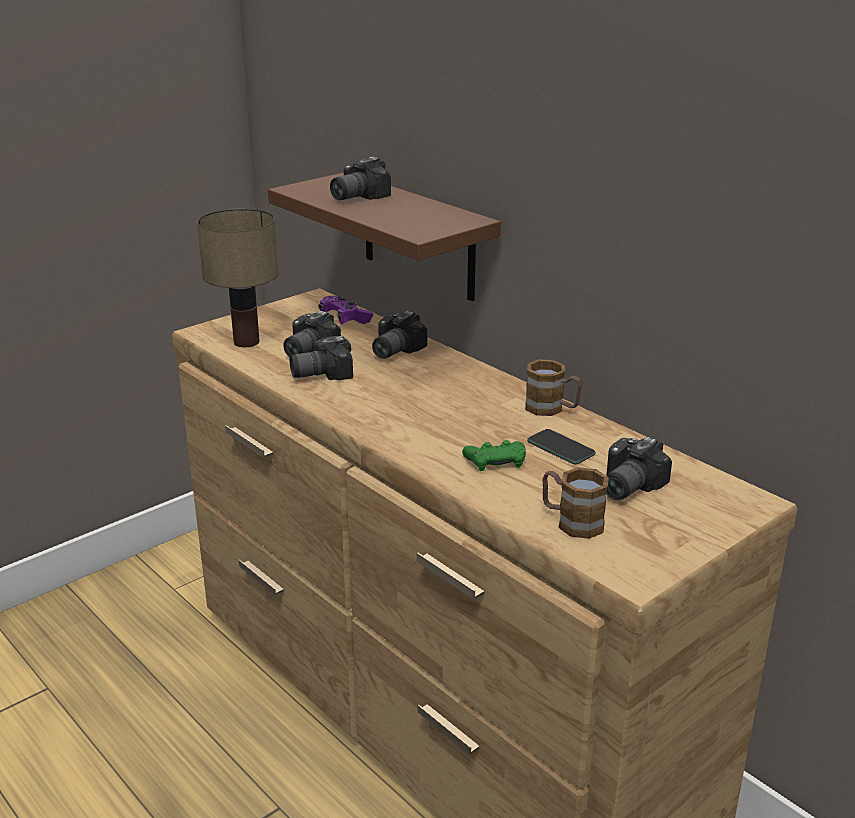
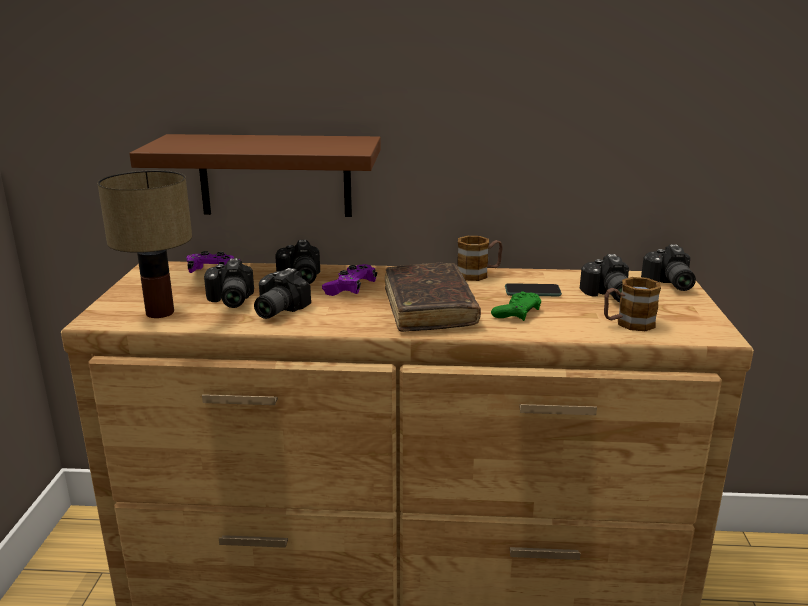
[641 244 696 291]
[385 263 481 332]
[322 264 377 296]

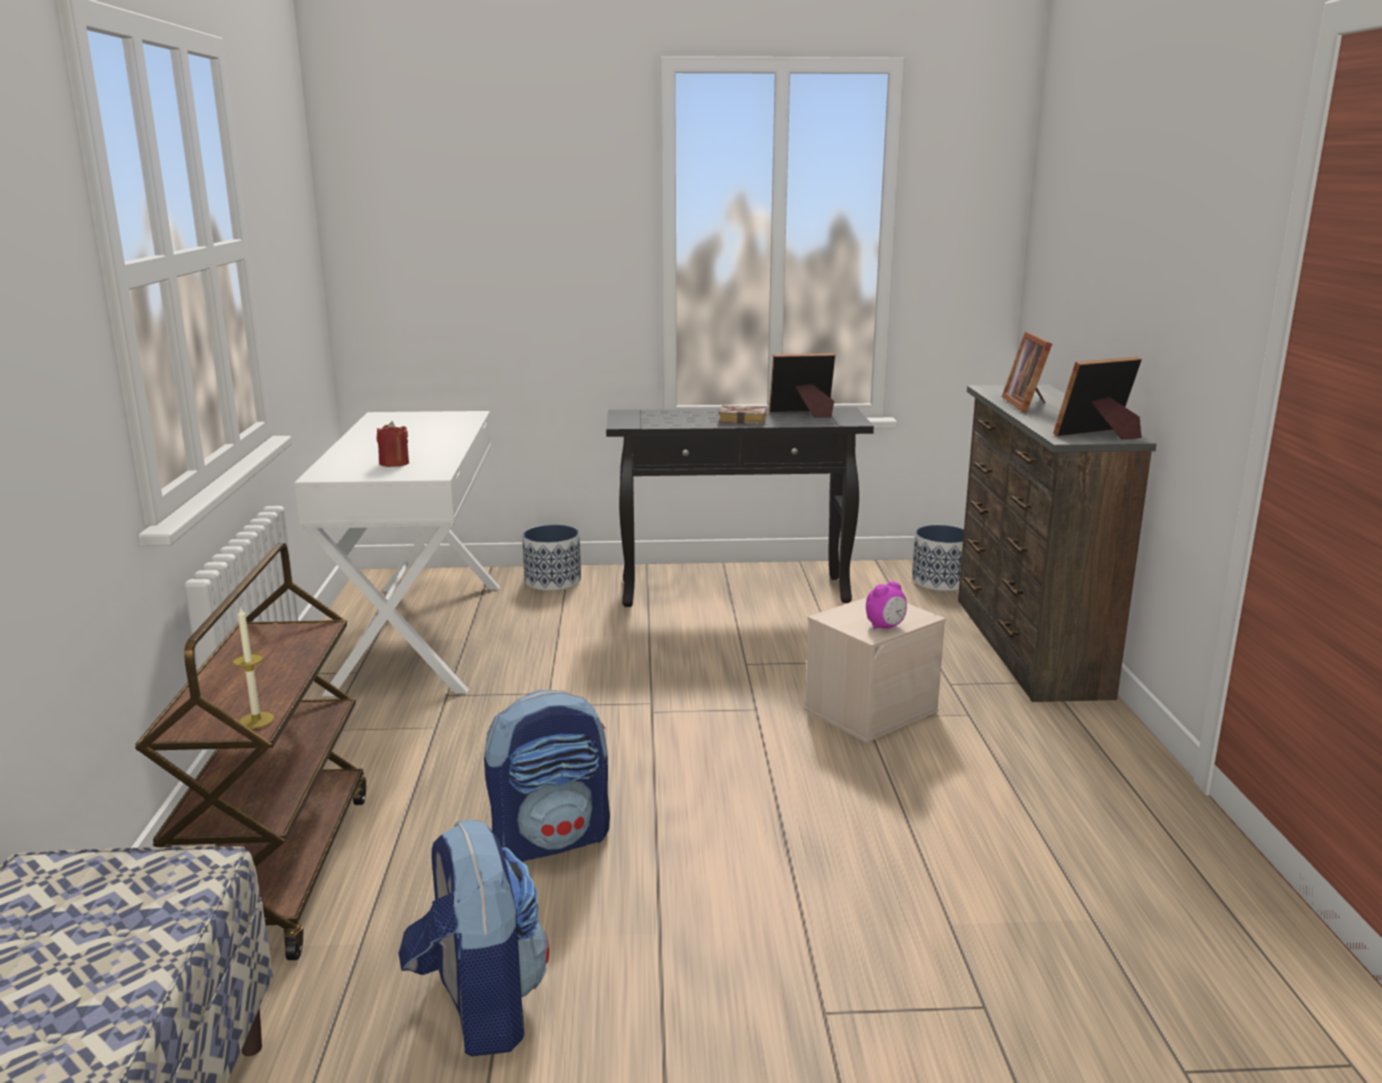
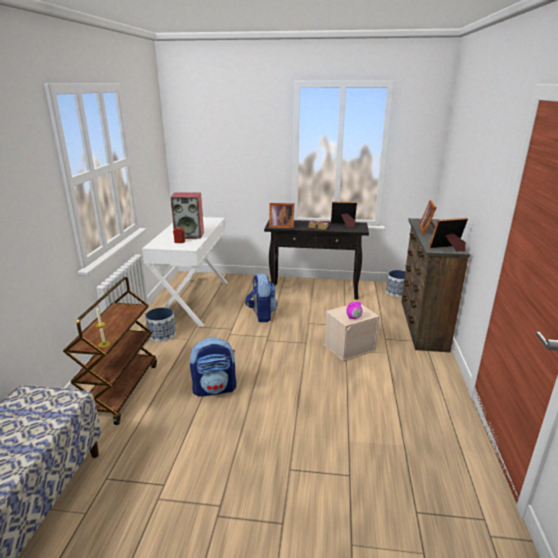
[145 308 176 342]
[245 273 277 322]
[170 192 204 239]
[269 203 294 228]

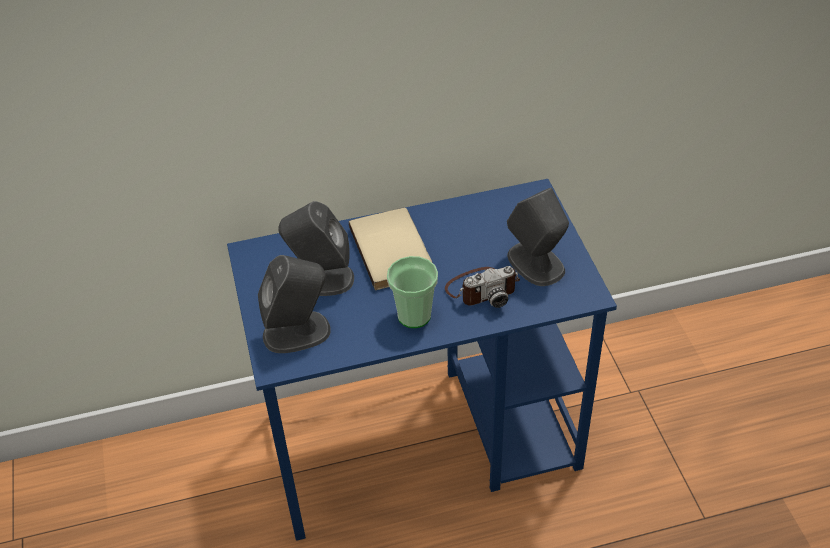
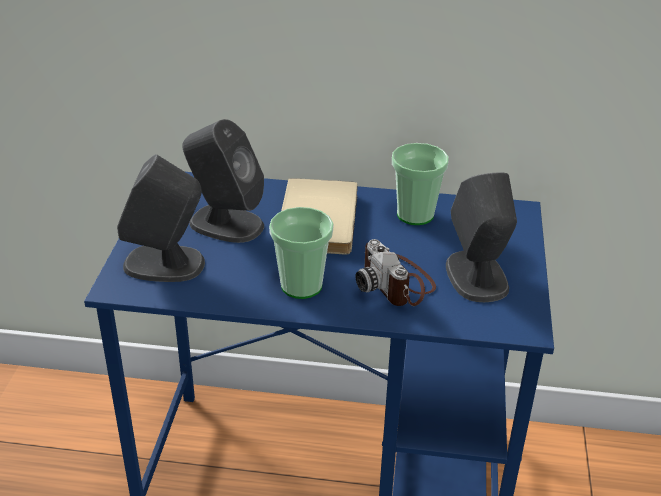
[356 239 436 306]
[392 143 449 225]

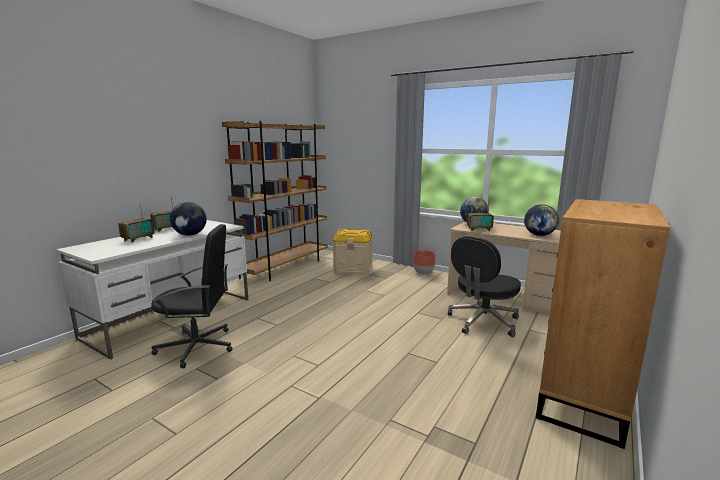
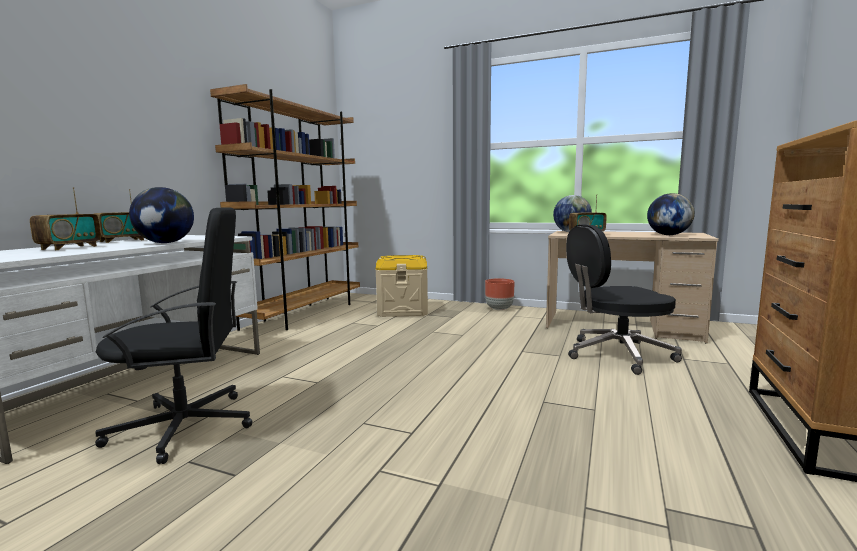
[566 224 682 375]

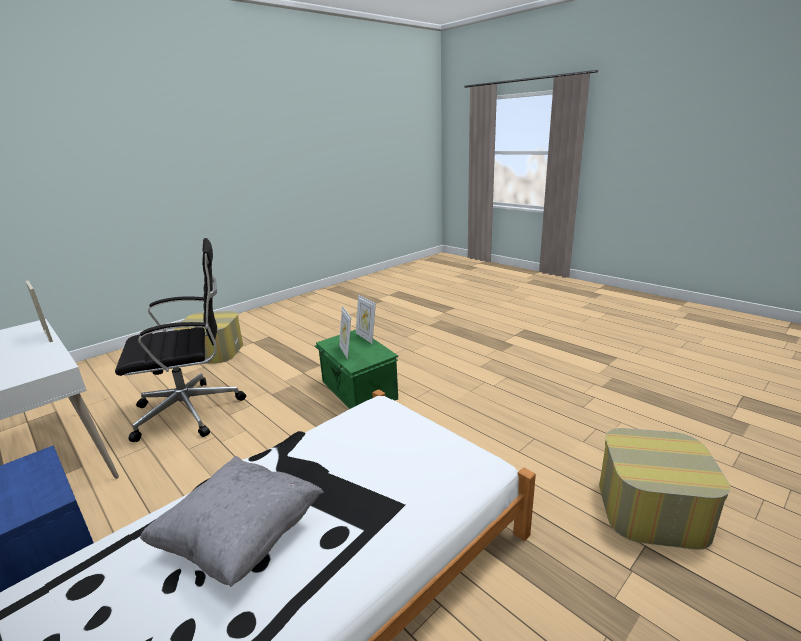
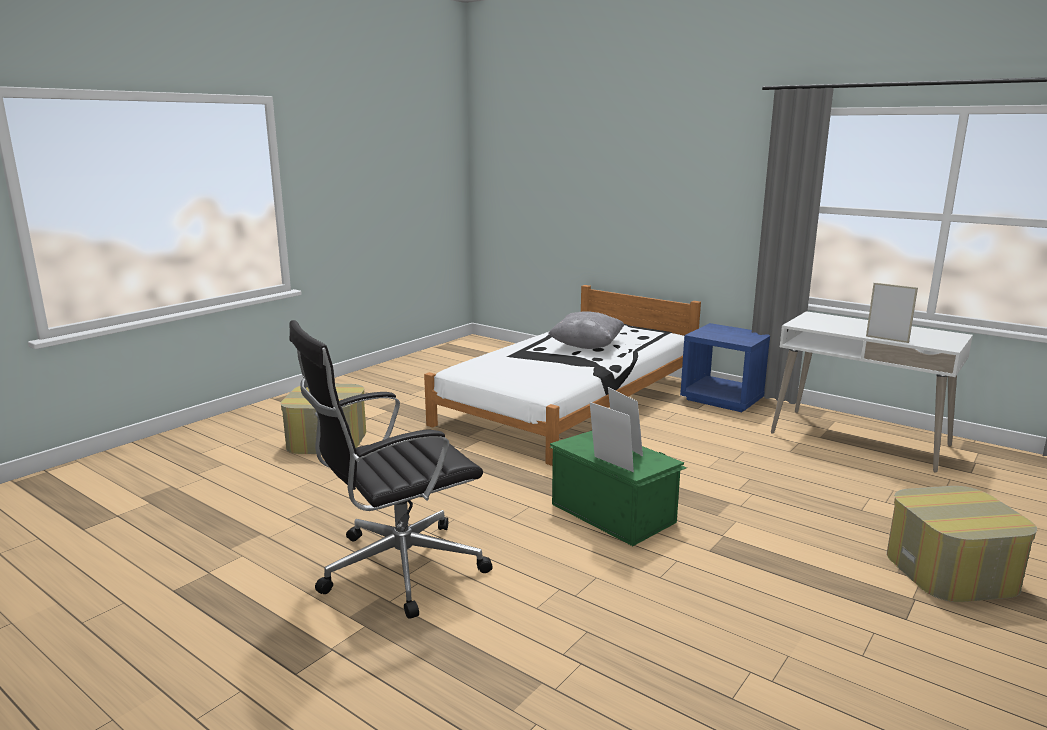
[289 320 493 619]

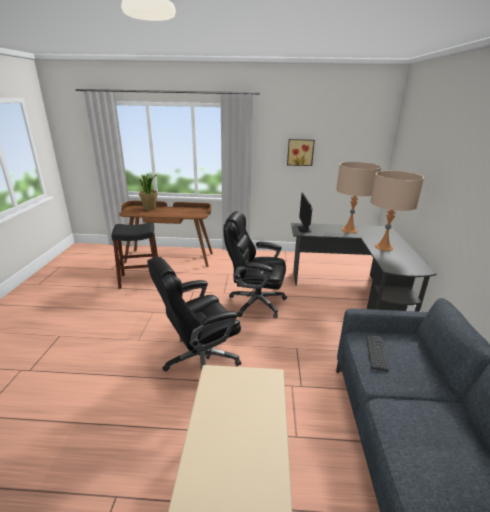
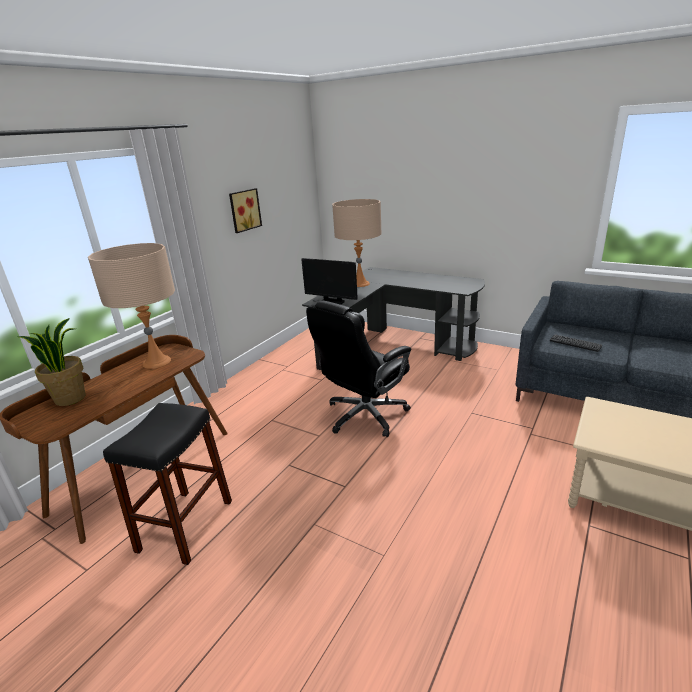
[88 243 175 369]
[147 257 241 371] (first image)

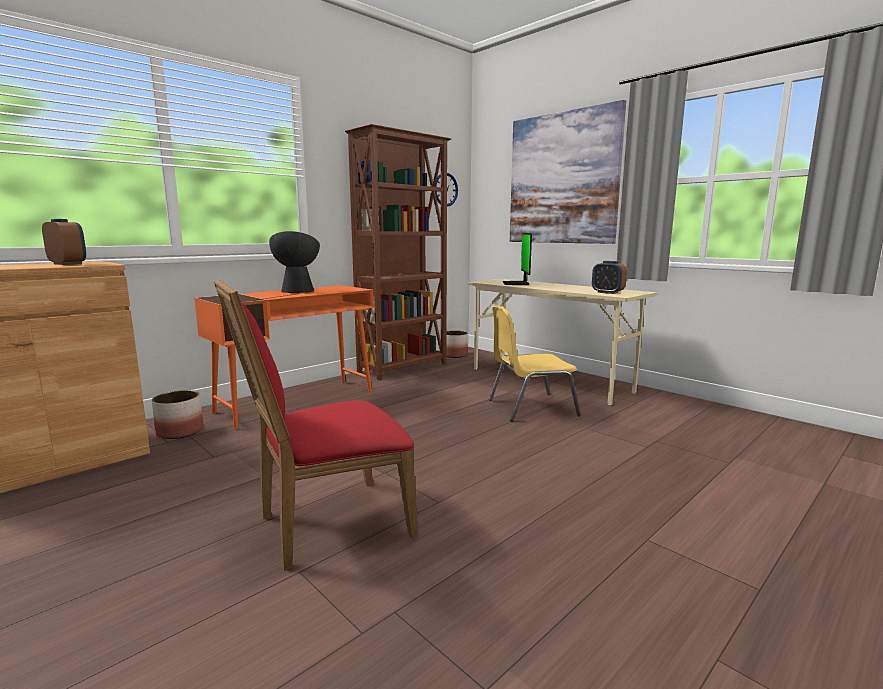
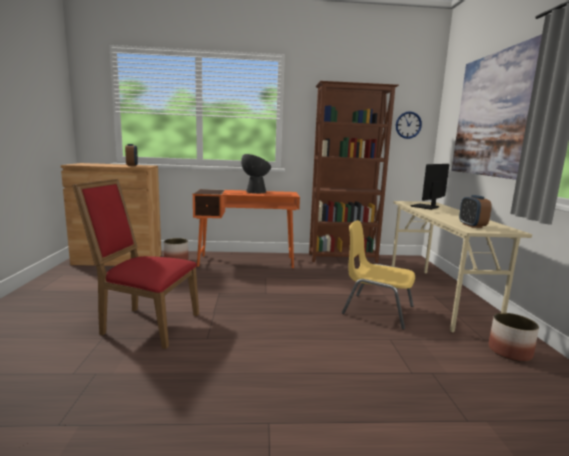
[488 313 539 362]

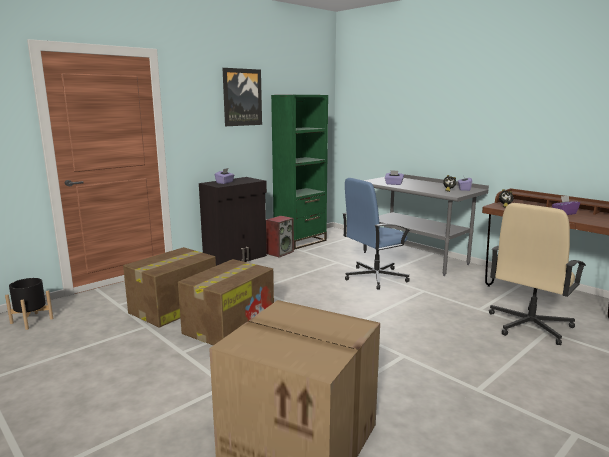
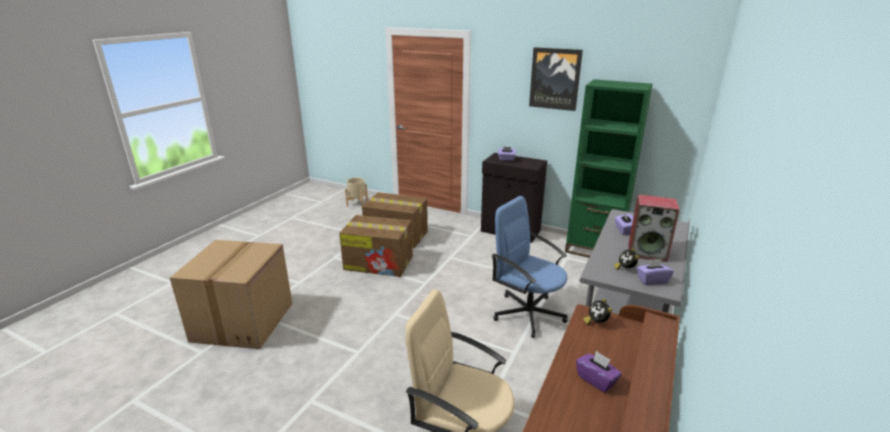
[628 194 680 262]
[345 178 368 207]

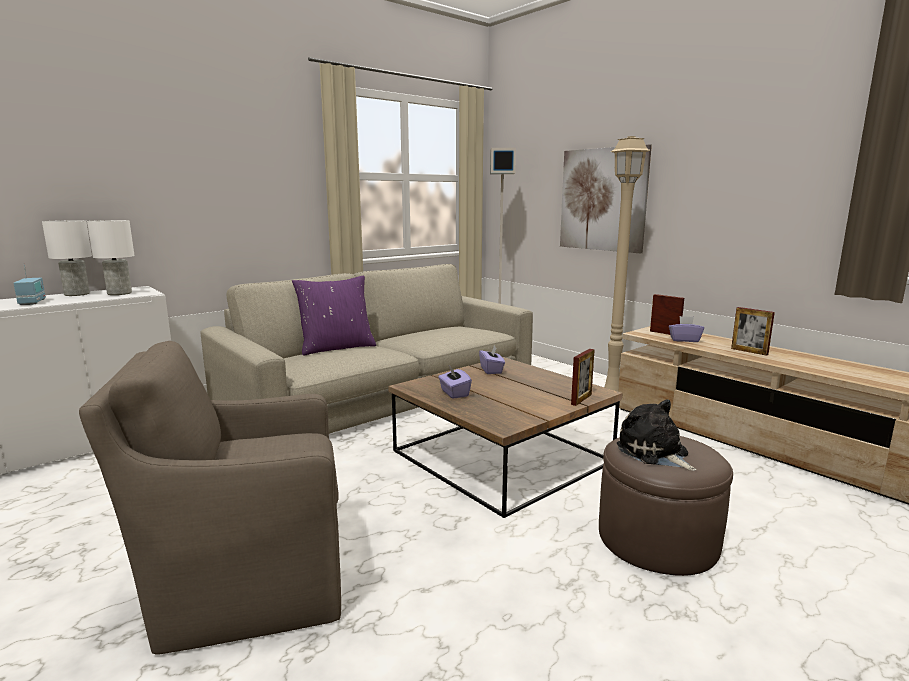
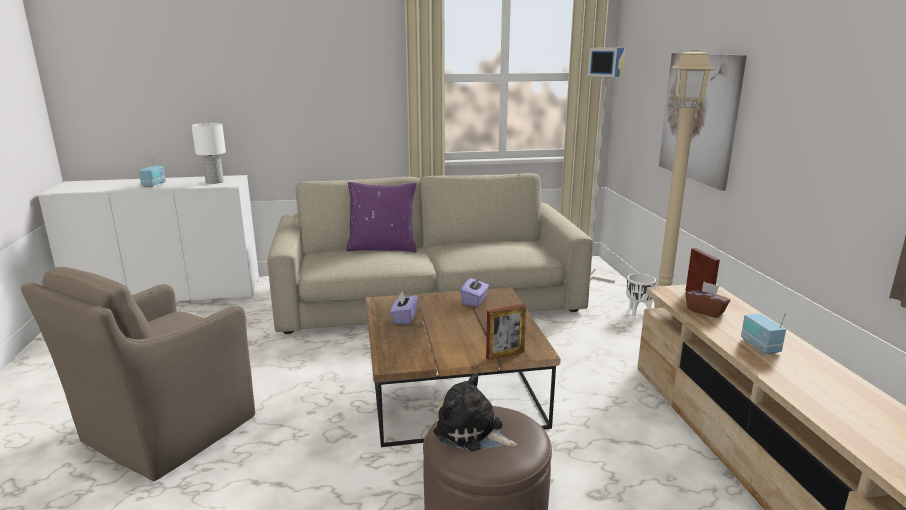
[42 220 92 296] (first image)
[741 312 786 354]
[685 282 730 318]
[21 267 255 481]
[433 373 517 452]
[626 273 656 316]

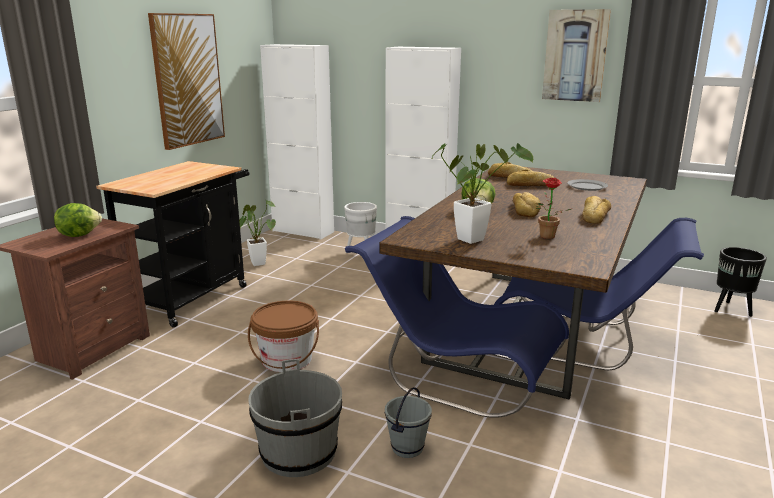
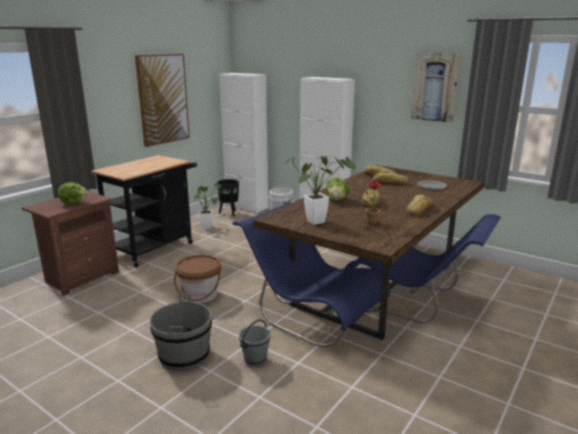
[217 179 239 217]

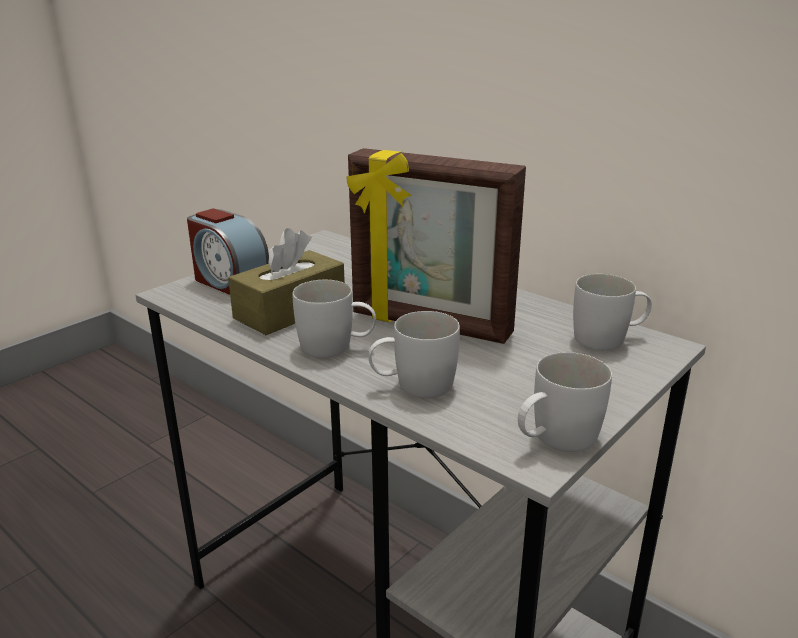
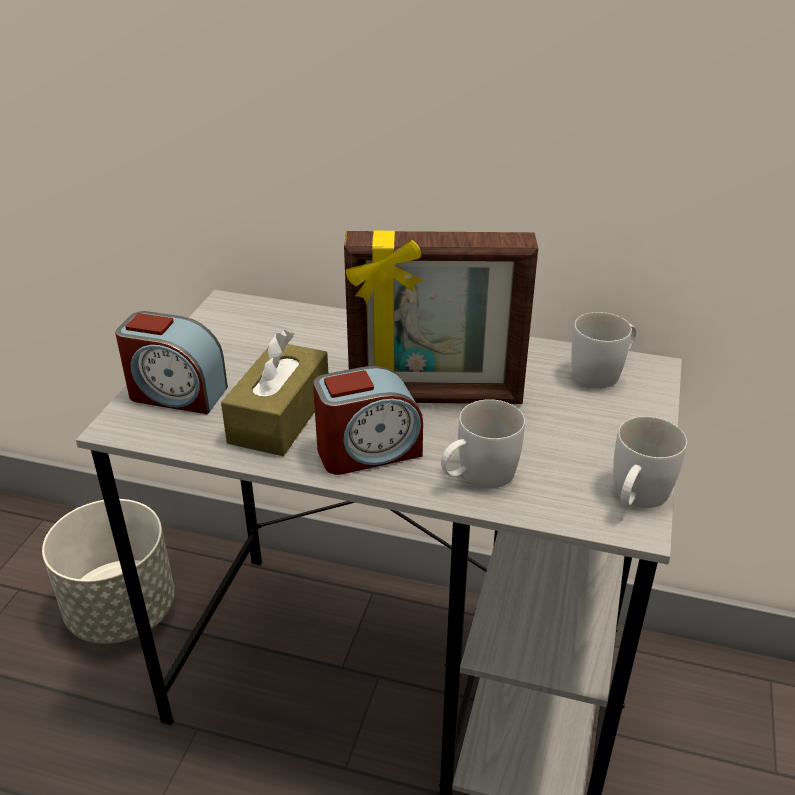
[313 366 423 475]
[42 499 175 644]

